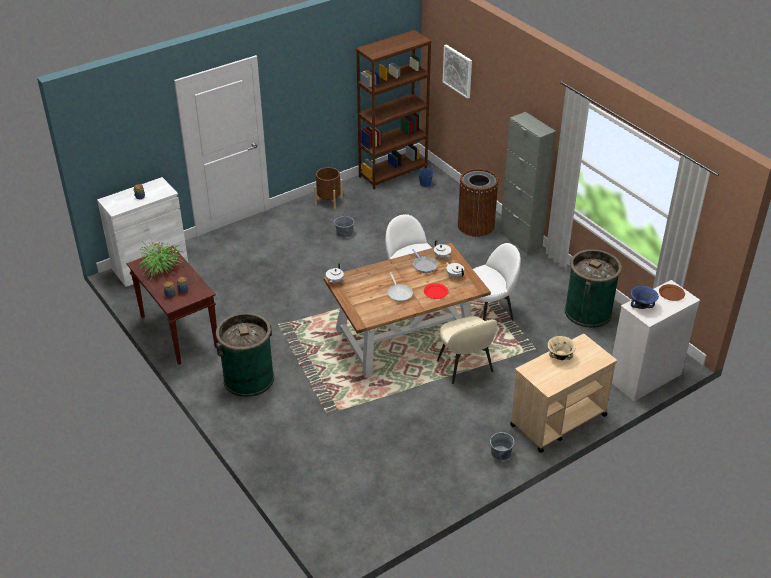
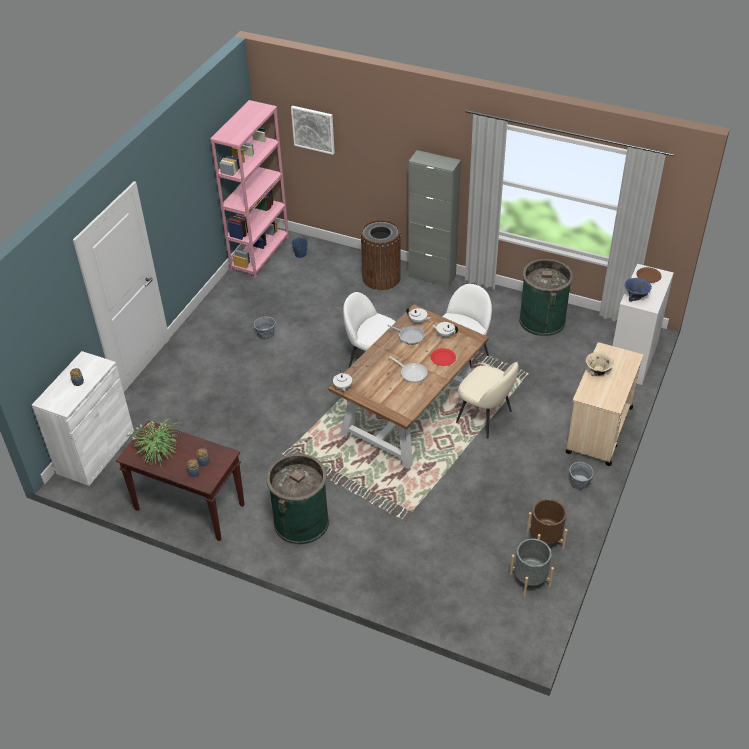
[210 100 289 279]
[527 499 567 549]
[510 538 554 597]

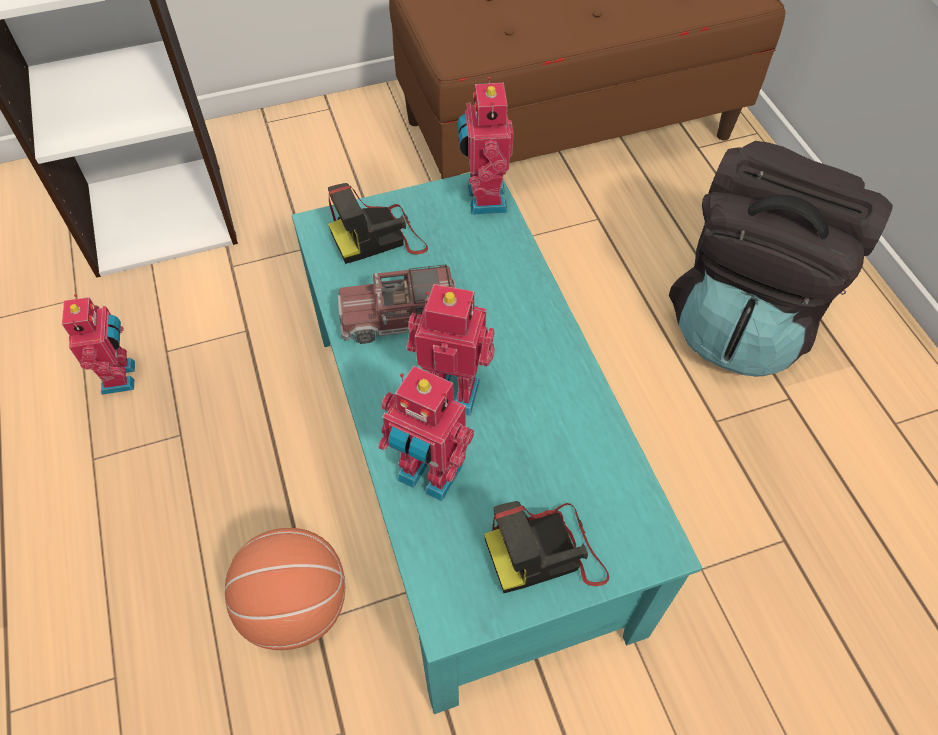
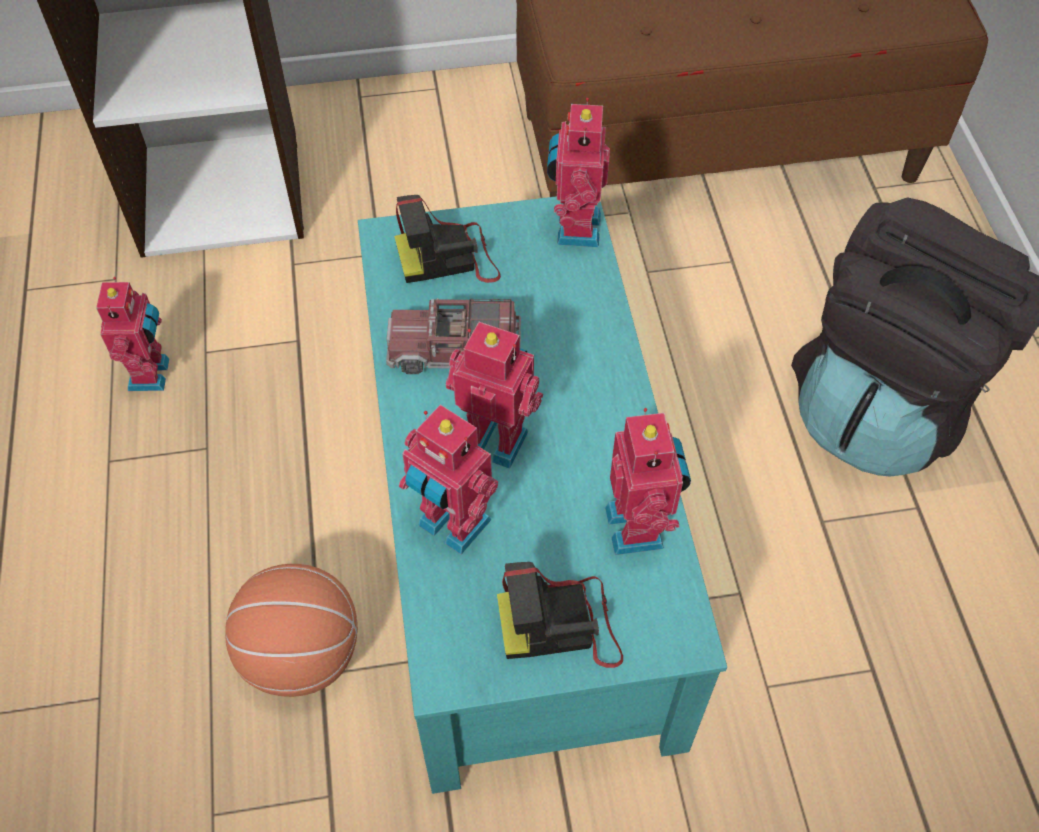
[605 408 691 555]

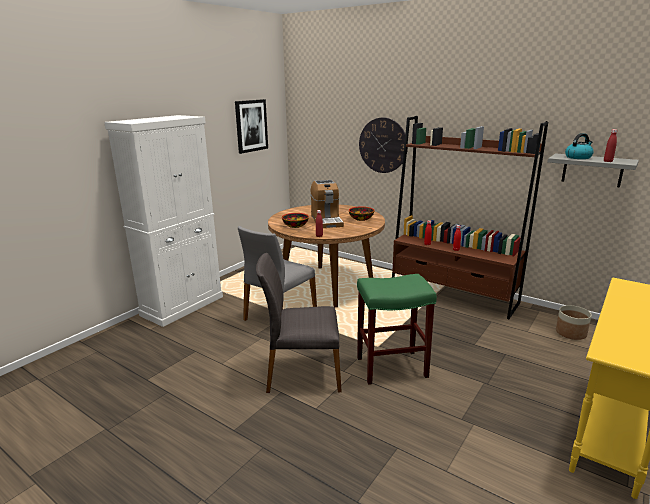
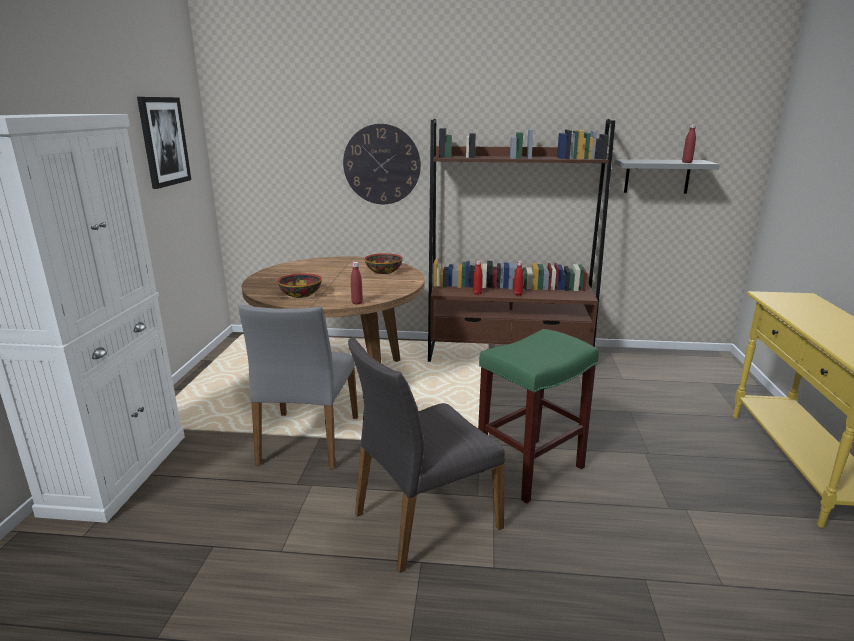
[565 133 594 159] (first image)
[311 180 344 228] (first image)
[556 305 592 340] (first image)

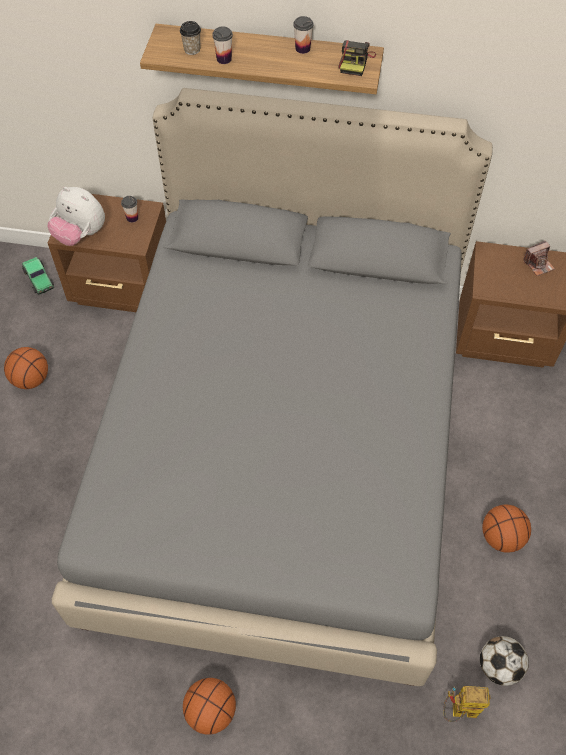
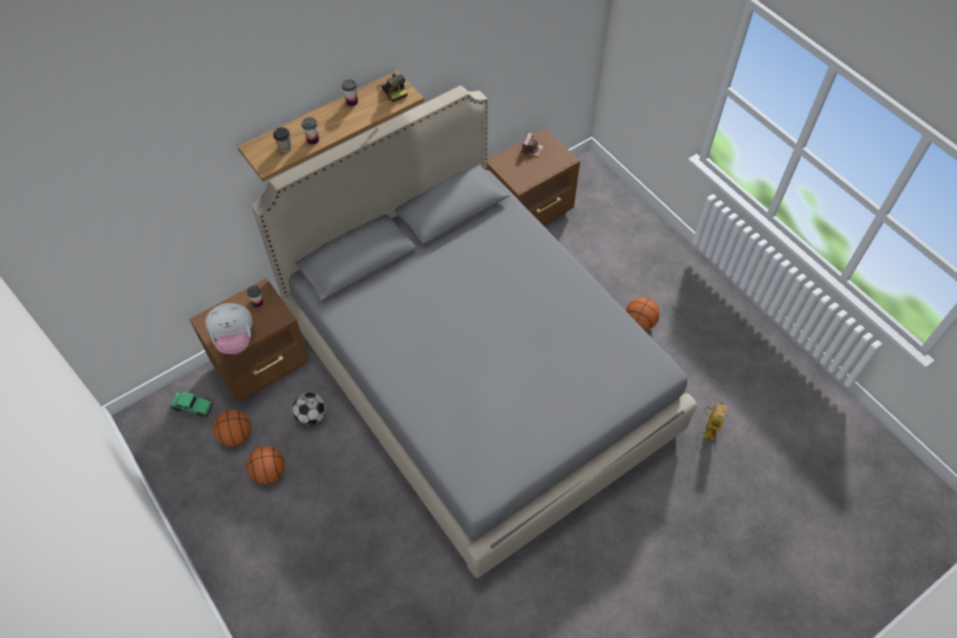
[292 392 326 425]
[213 409 251 446]
[704 401 727 440]

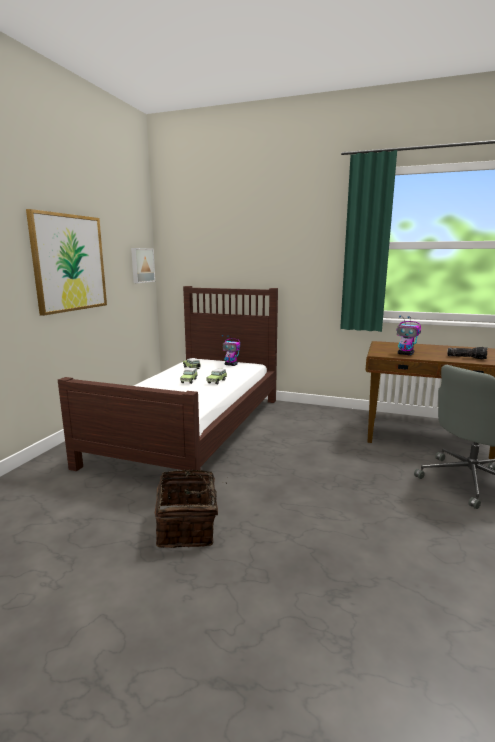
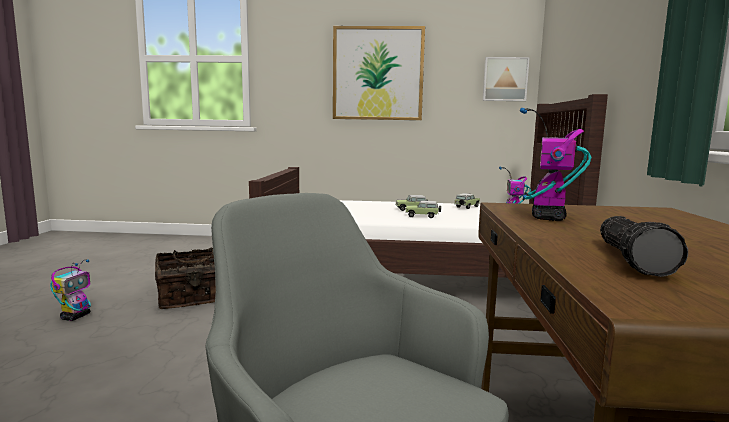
[50 259 91 321]

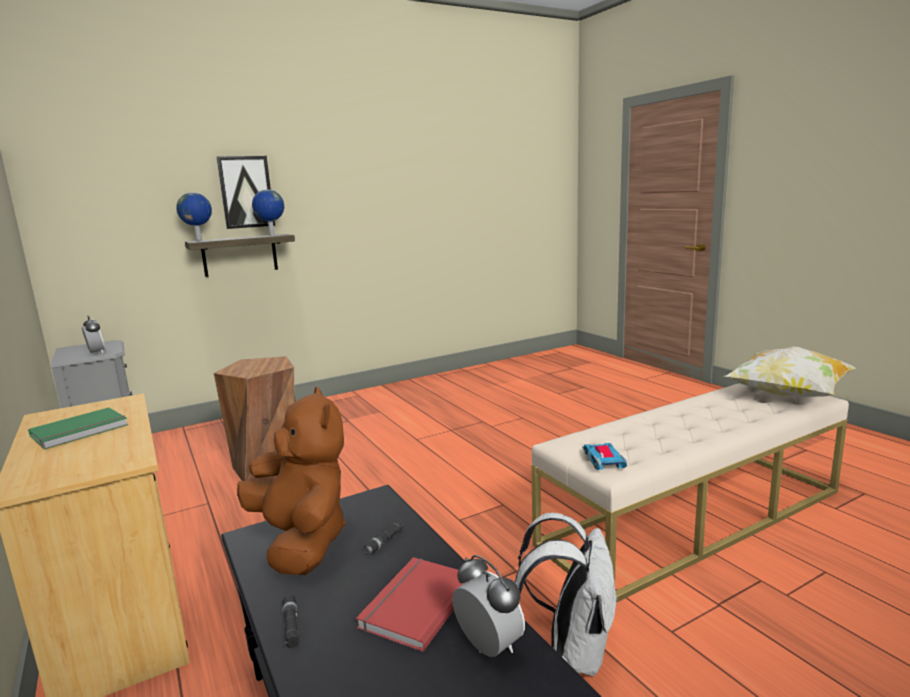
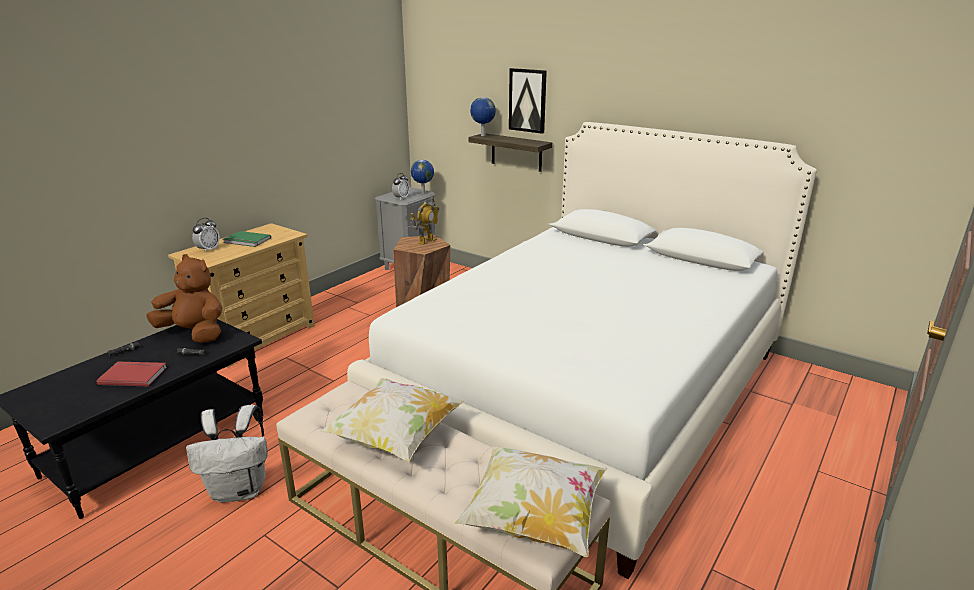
[411 160 434 194]
[146 254 222 343]
[583 443 627 470] (first image)
[192 218 220 253]
[347 122 817 579]
[410 197 440 245]
[320 378 464 462]

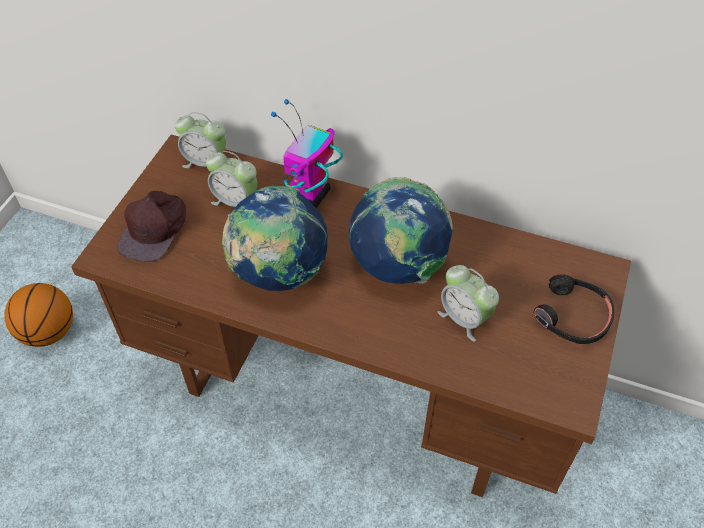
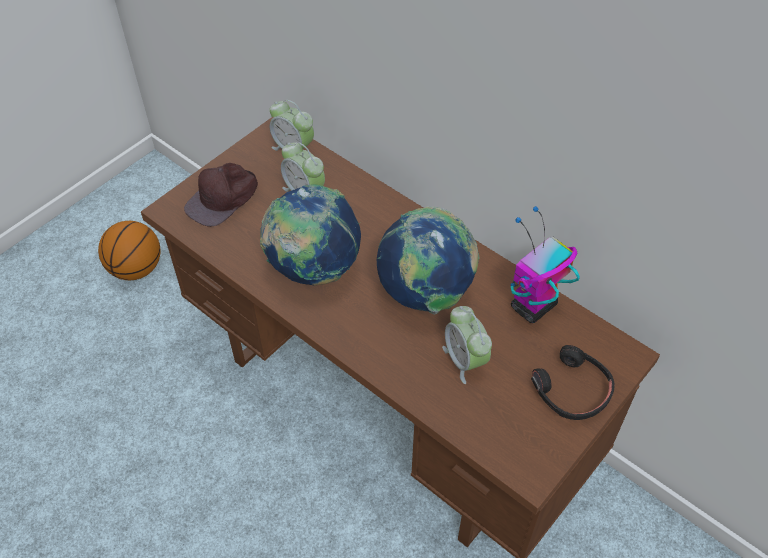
[511 206 580 323]

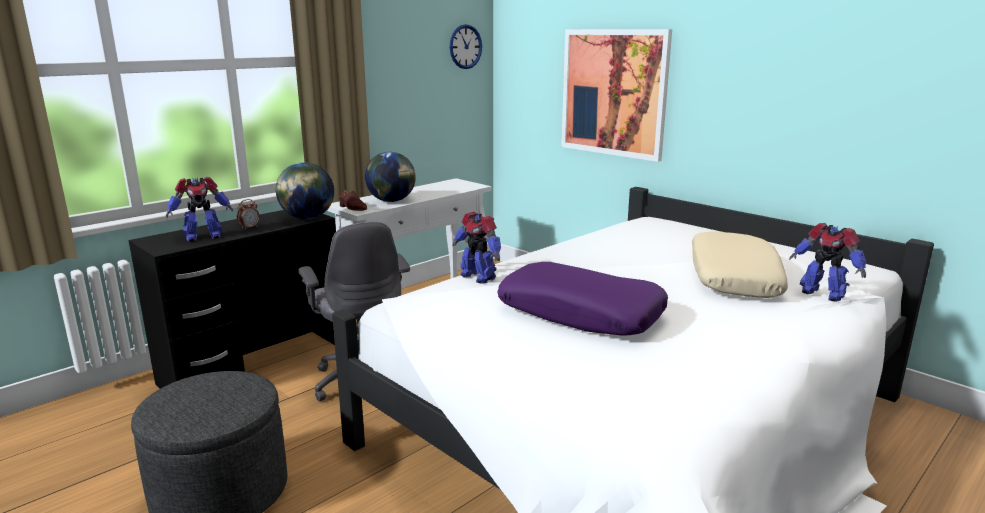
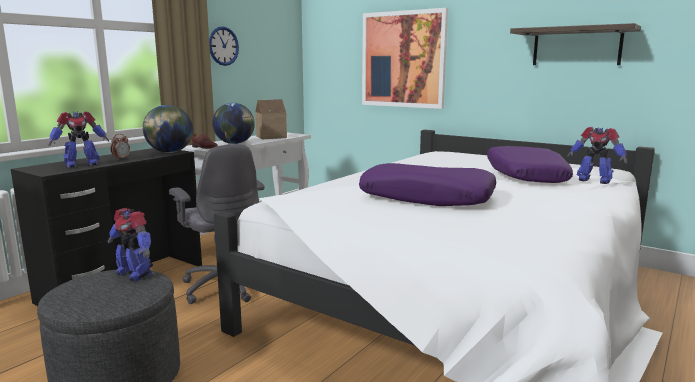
[209 26 239 66]
[108 208 153 281]
[487 146 573 183]
[510 23 641 65]
[255 99 287 139]

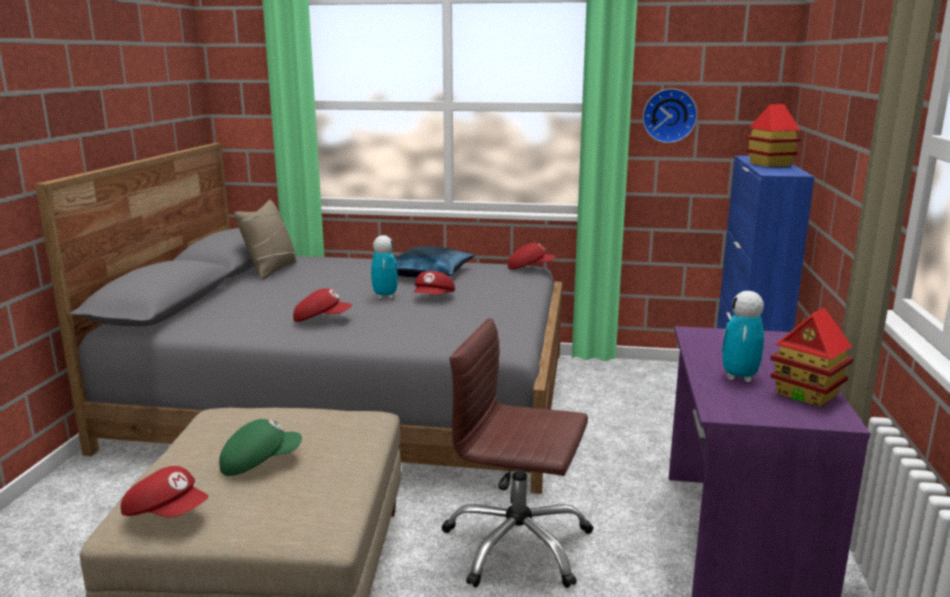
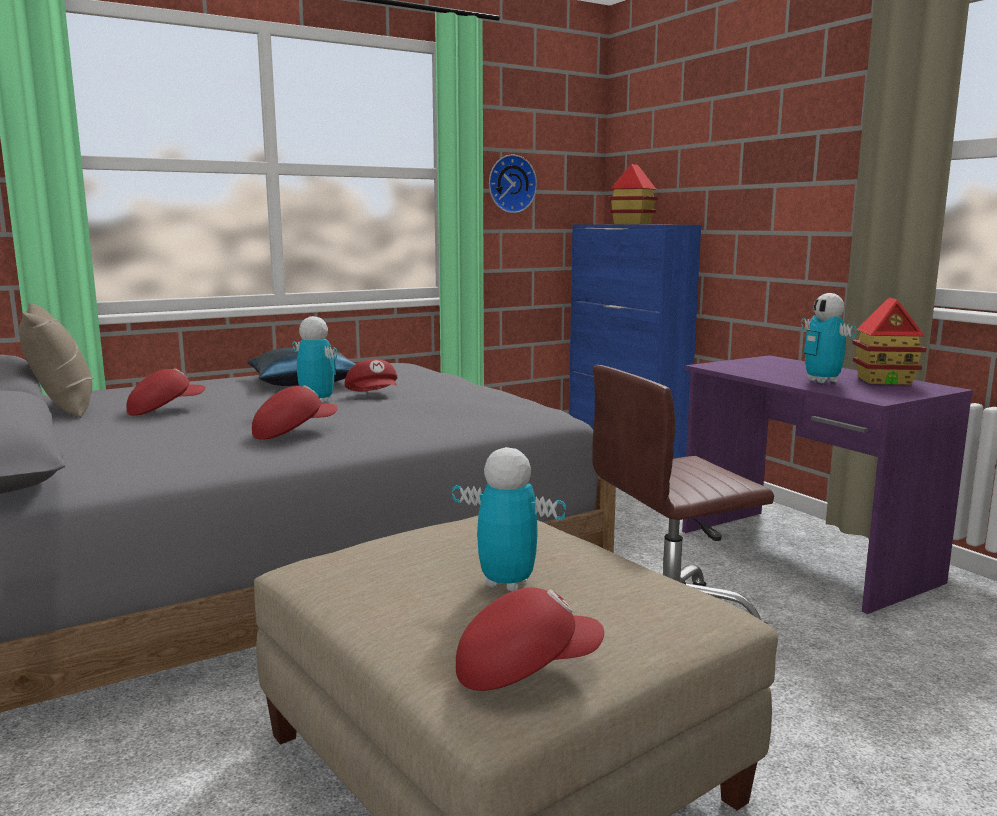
[126 368 206 416]
[452 447 566 591]

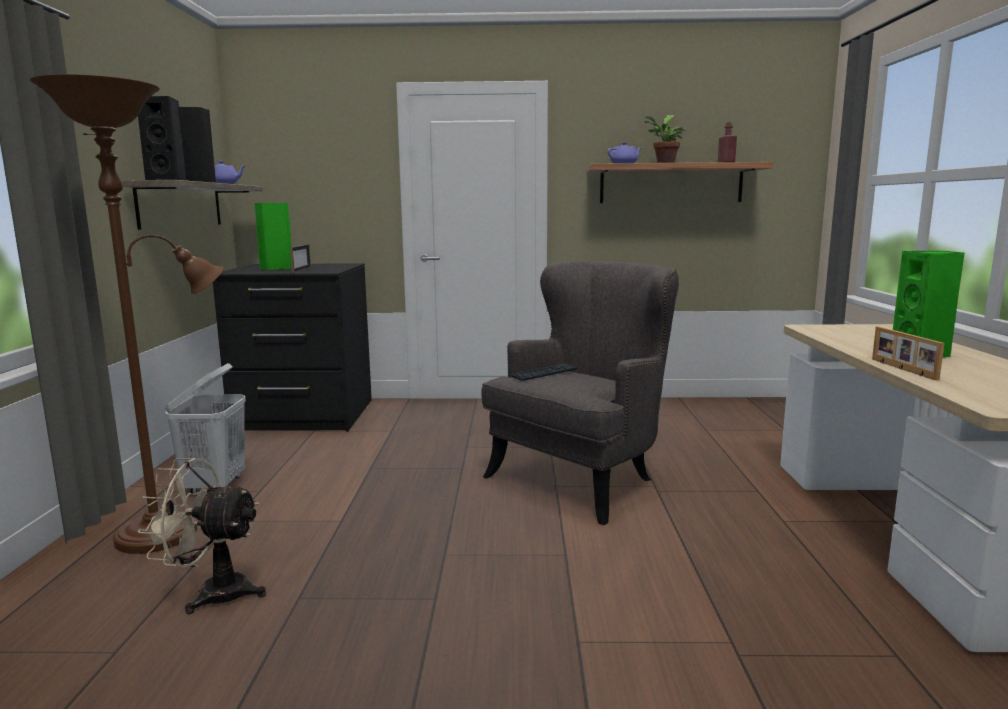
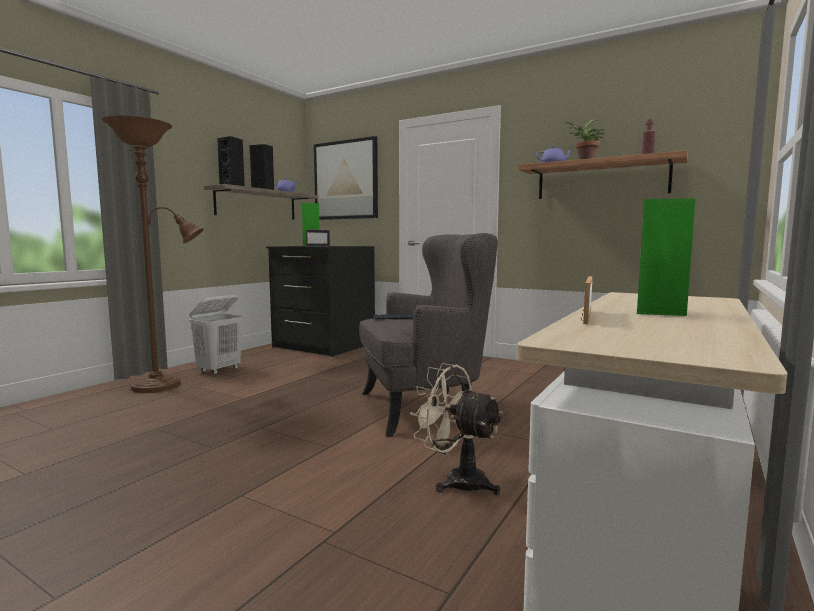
[410 363 503 495]
[314 136 378 220]

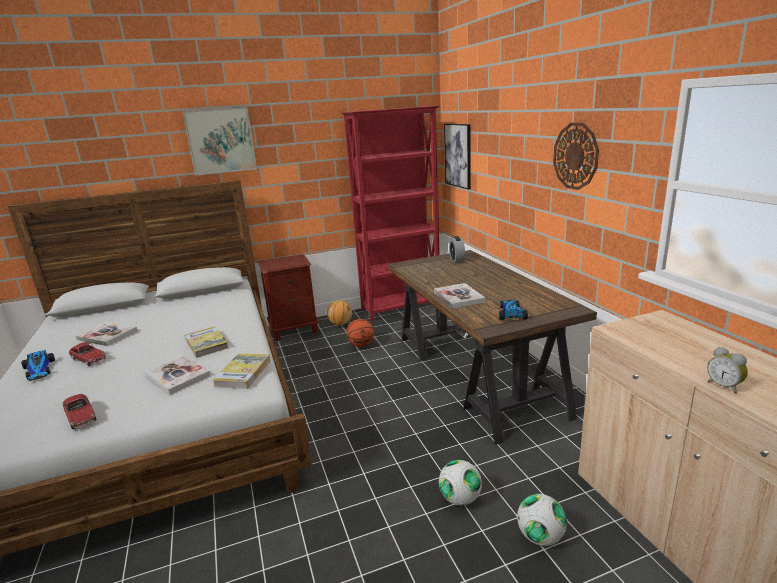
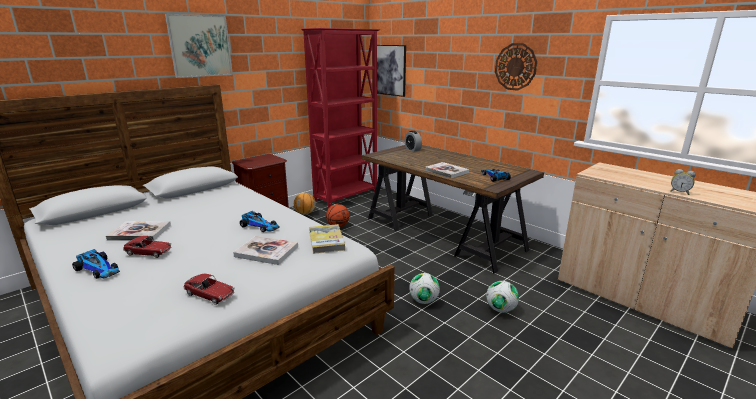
[240 211 280 232]
[409 273 440 304]

